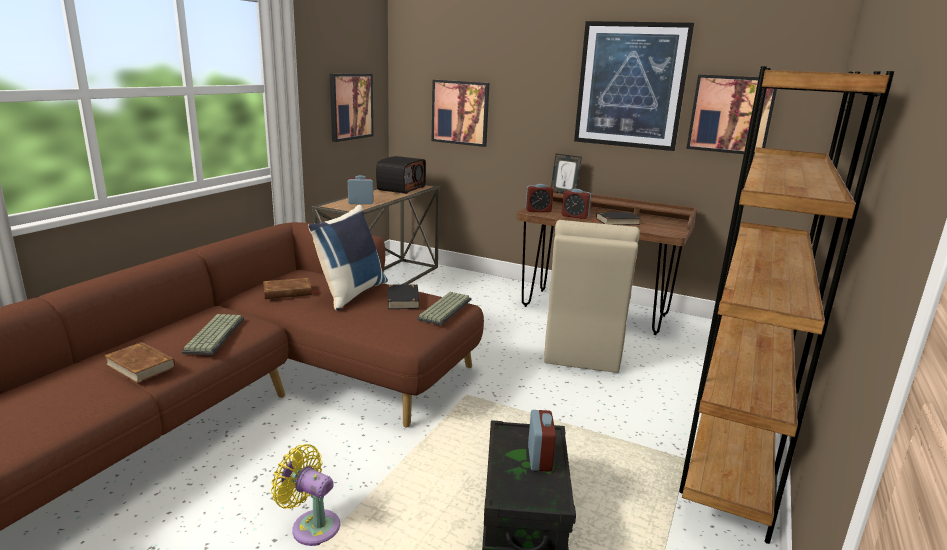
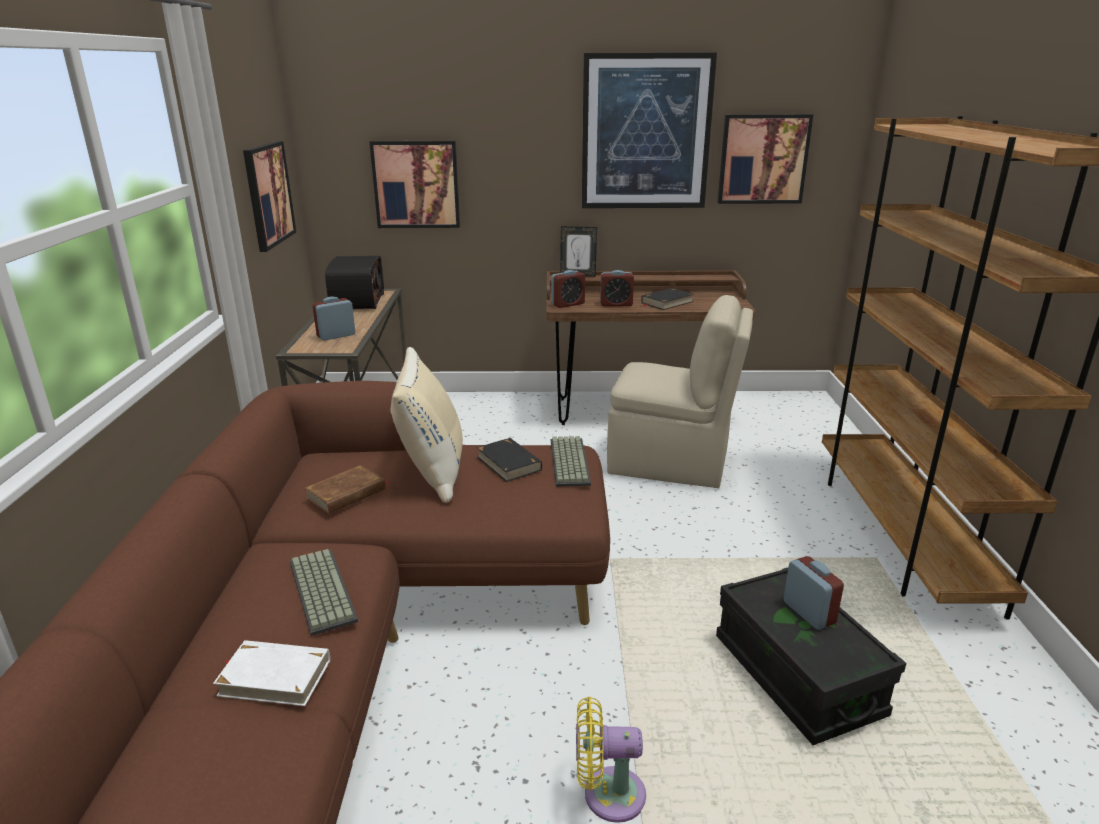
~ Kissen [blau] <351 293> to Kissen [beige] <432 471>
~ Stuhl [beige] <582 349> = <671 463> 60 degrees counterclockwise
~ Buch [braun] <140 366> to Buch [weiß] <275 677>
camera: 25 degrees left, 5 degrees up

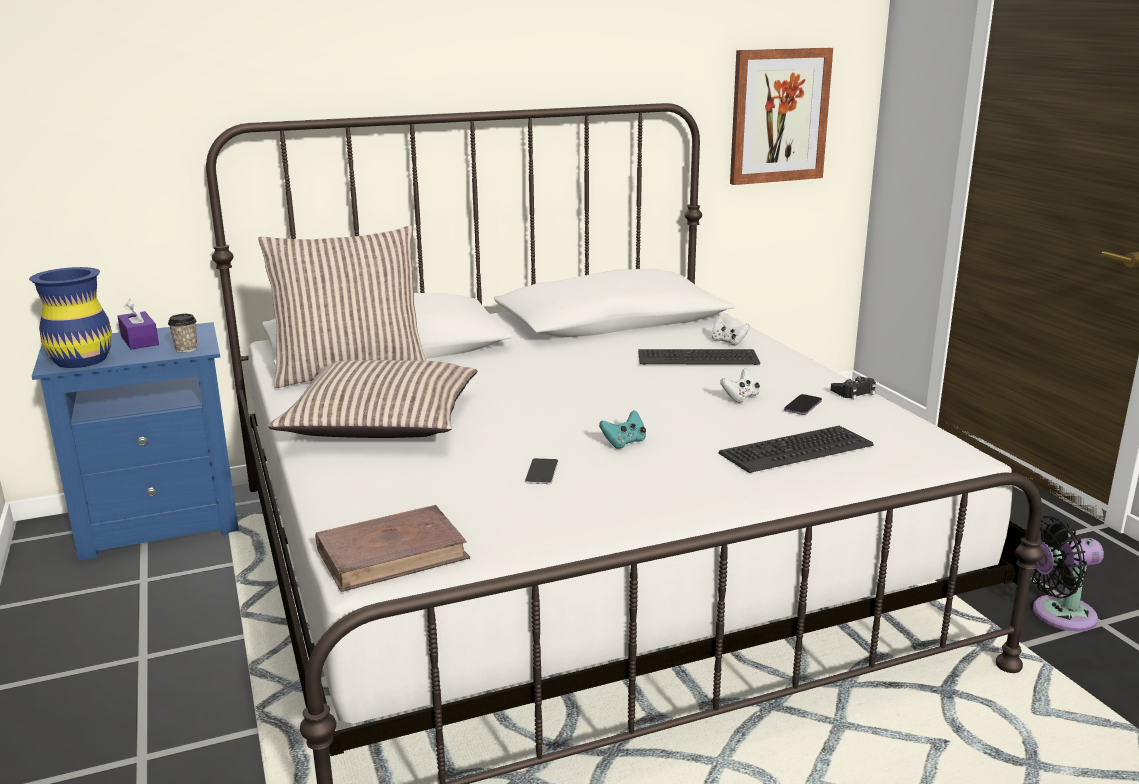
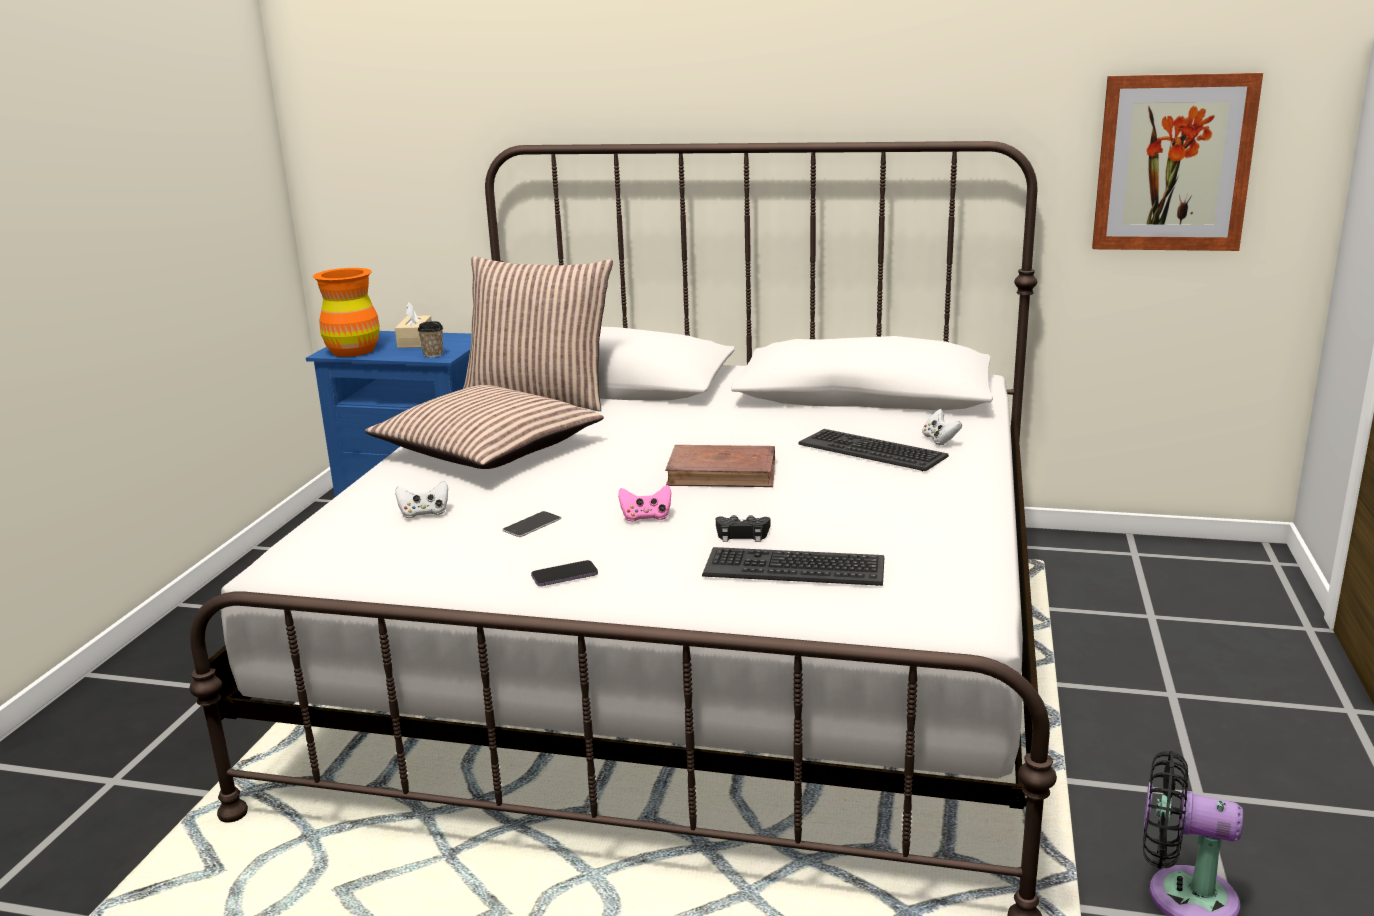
~ Vase [blau] <81 360> to Vase [orange] <353 351>
~ Taschentuchbox [lila] <139 340> to Taschentuchbox [beige] <415 341>
~ Gamepad [weiß] <740 397> to <424 513>
~ Gamepad [schwarz] <854 392> to <742 534>
~ Handy <802 406> to <564 576>
~ Gamepad [türkis] <624 442> to Gamepad [rosa] <646 517>
~ Buch [braun] <392 554> to <722 473>
camera: 35 degrees right, 0 degrees up

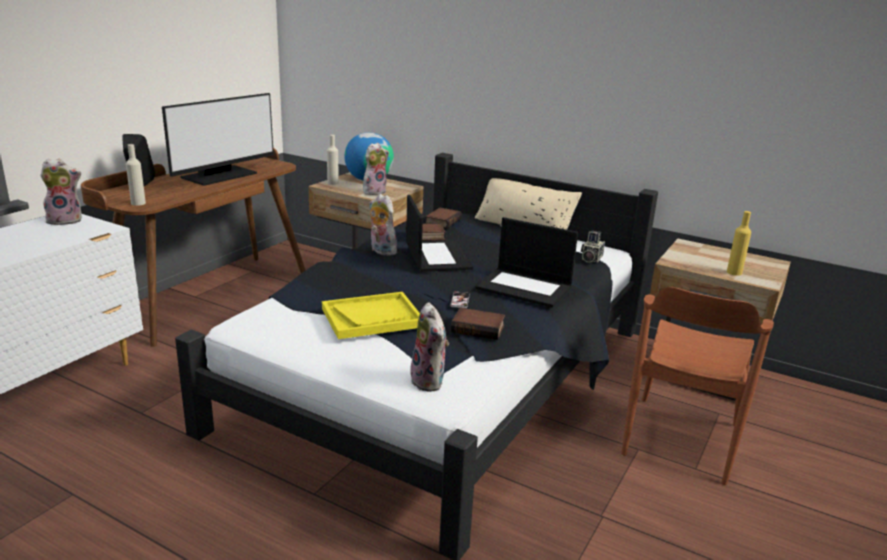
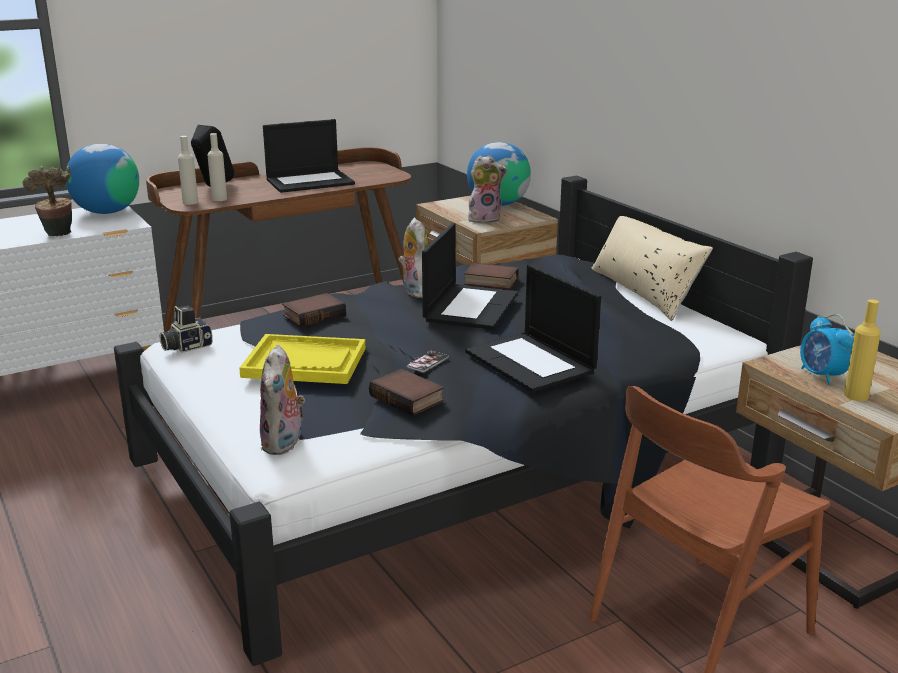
~ Monitor <220 176> to Laptop <310 181>
~ Flasche [beige] <333 183> to <219 199>
~ Plüschtier <66 220> to Globus <107 212>
~ Buch <442 221> to <314 315>
~ Kamera <590 258> to <186 346>
+ Topfpflanze <58 235>
+ Wecker <822 376>
camera: 30 degrees right, 0 degrees up

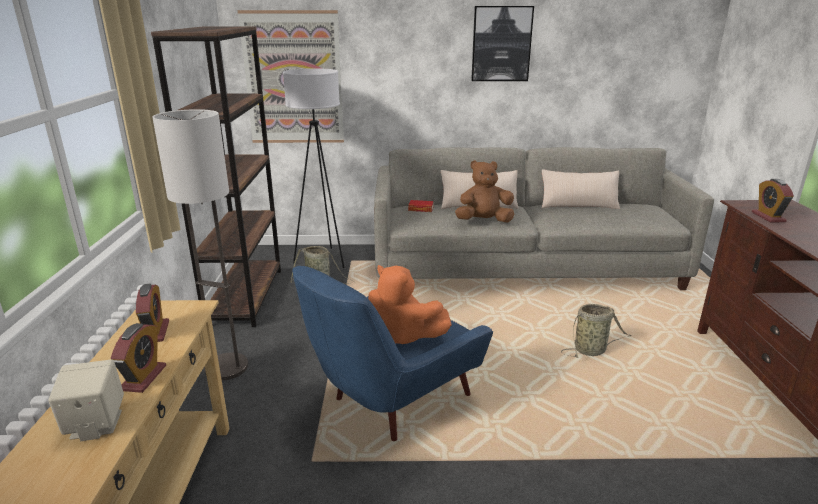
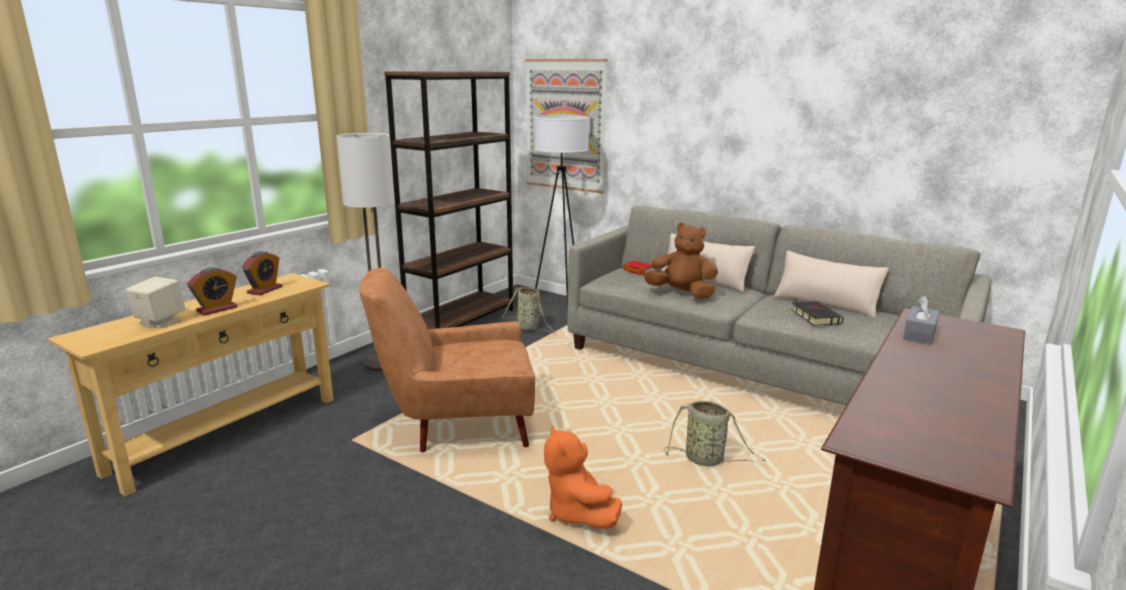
- Bild <501 44>
~ Wecker <768 217> to Taschentuchbox [grau] <919 334>
~ Plüschtier [orange] <404 336> to <577 513>
~ Sessel [blau] <391 402> to Sessel [braun] <459 427>
+ Buch [schwarz] <814 316>
camera: 35 degrees right, 5 degrees down

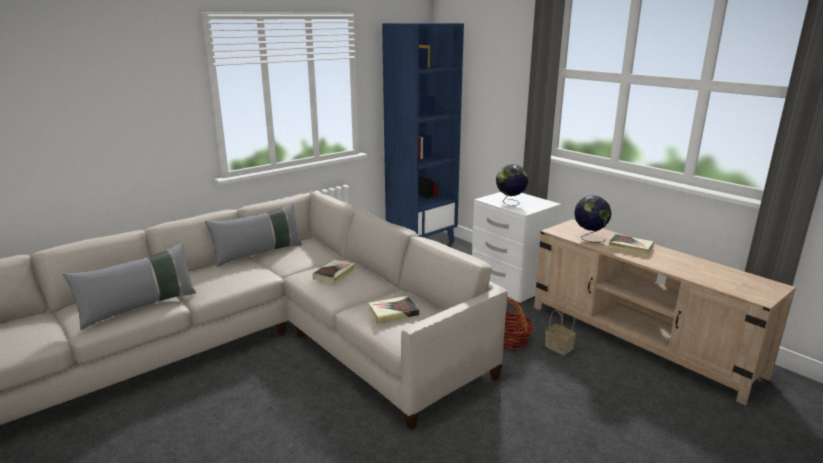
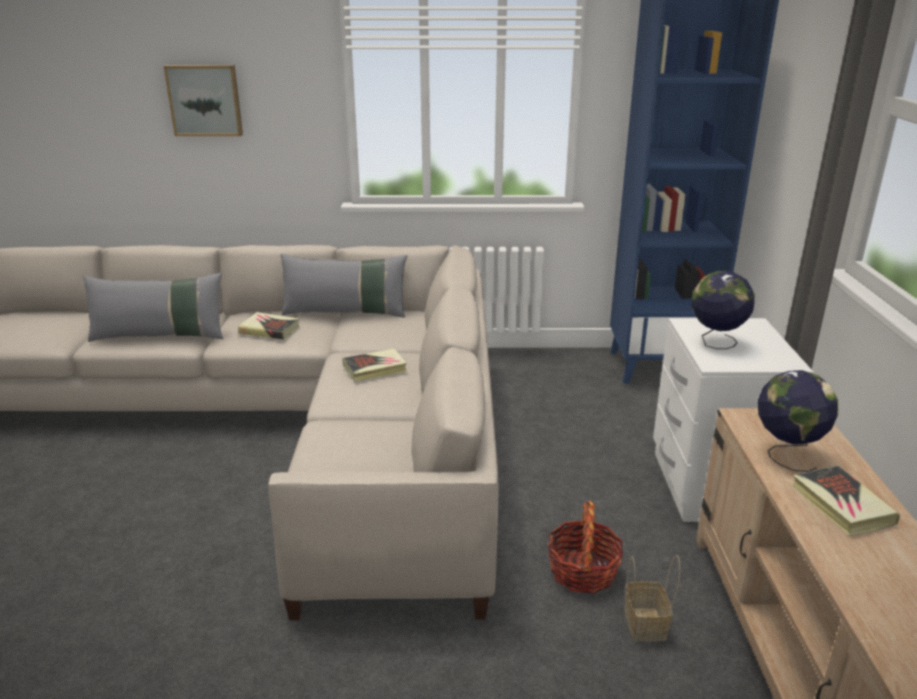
~ Buch <393 313> to <269 330>
+ Bild <205 100>
camera: 40 degrees right, 5 degrees up

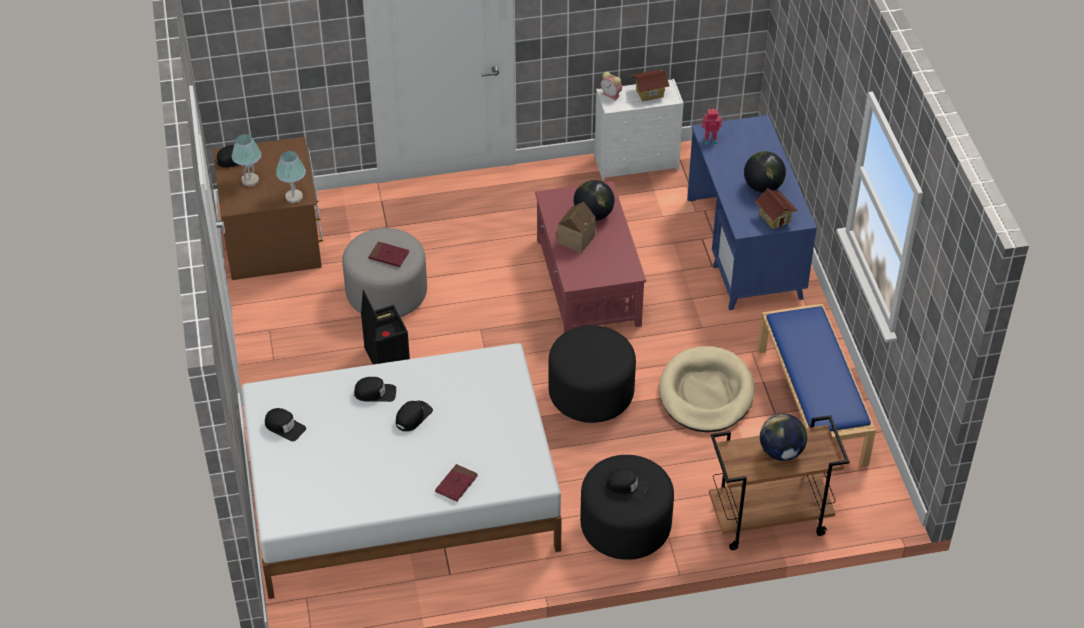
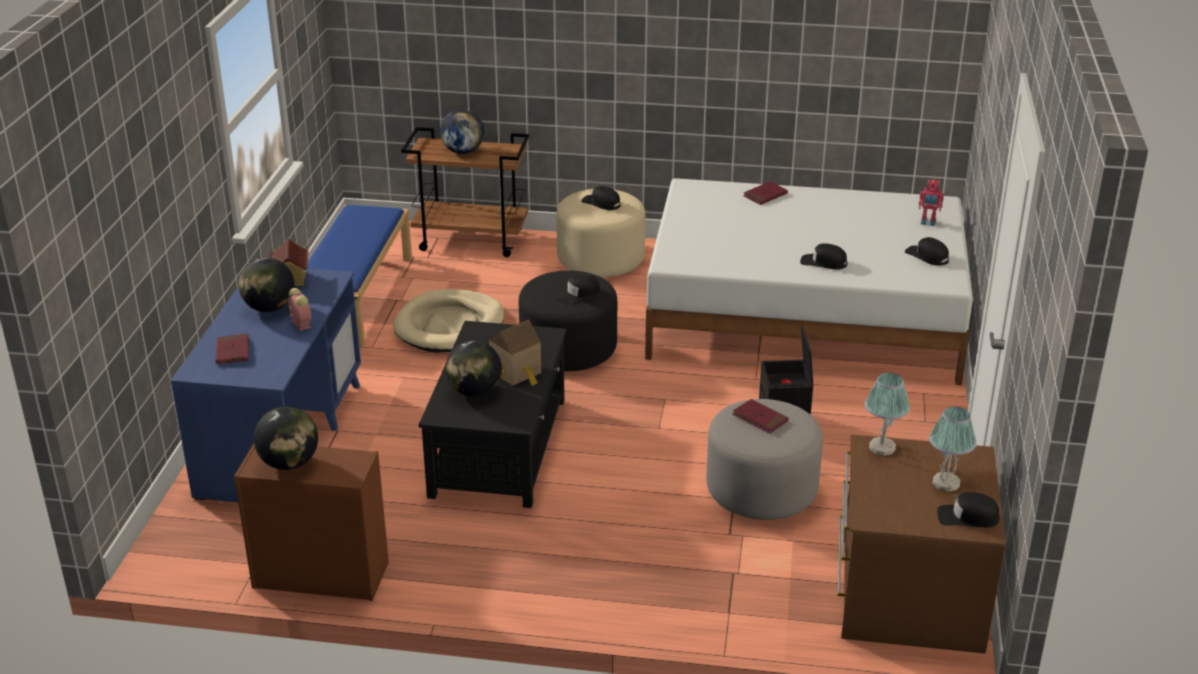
~ Spielzeughaus <649 93> to Globus <289 463>
~ Wecker <611 95> to <300 324>
~ Kommode [weiß] <637 163> to Kommode [braun] <319 575>
~ Spielzeugroboter <710 139> to <928 223>
~ Couchtisch [rot] <588 282> to Couchtisch [schwarz] <499 446>
~ Kappe [schwarz] <413 416> to <578 294>
~ Polsterhocker [schwarz] <625 526> to Polsterhocker [beige] <601 259>
+ Buch [rot] <233 351>
camera: 160 degrees left, 15 degrees down

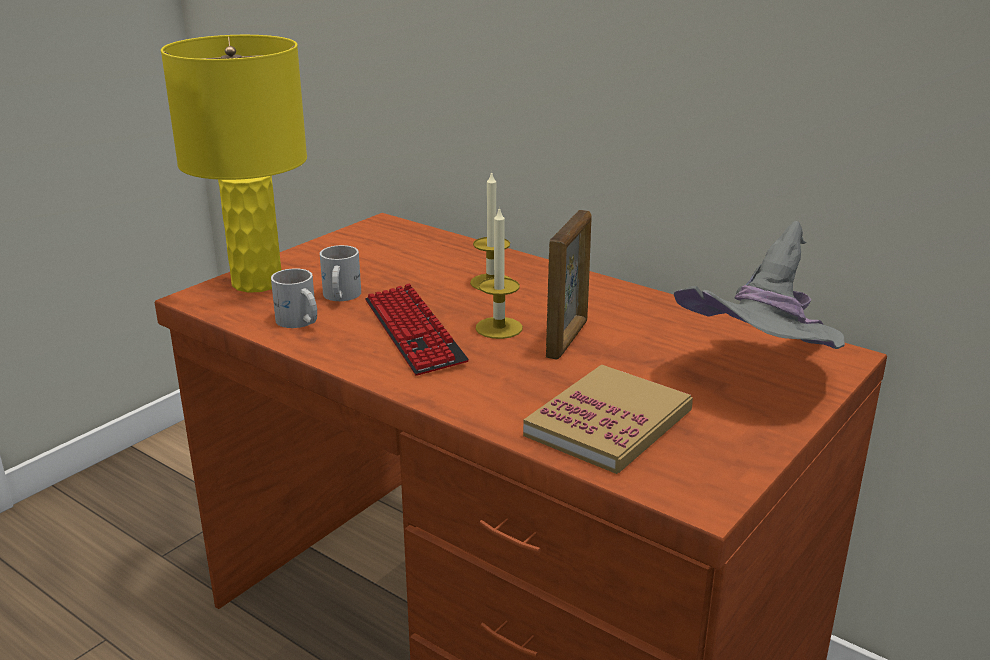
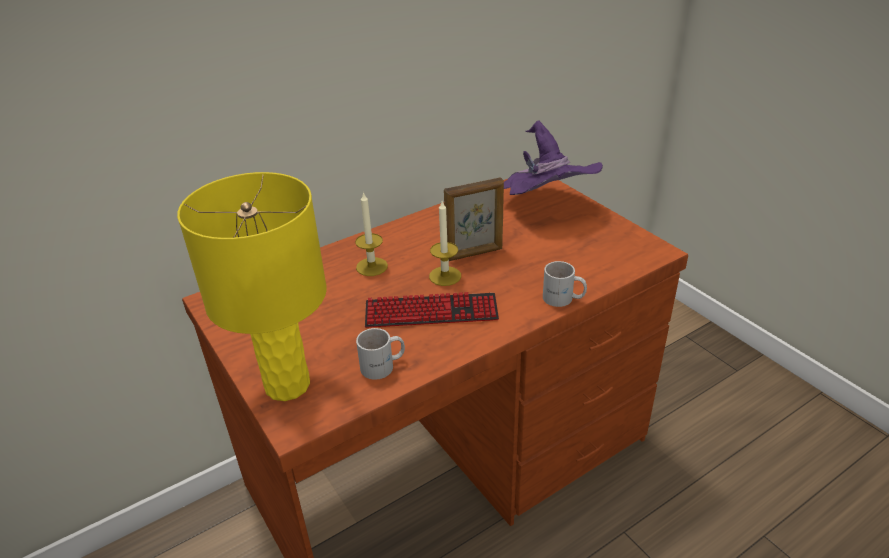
~ Bilderrahmen <567 339> = <474 253> 120 degrees clockwise
~ Hut [grau] <760 376> to Hut [lila] <546 205>
~ Henkelbecher [weiß] <339 296> to <563 299>
- Buch <609 423>
camera: 70 degrees left, 10 degrees up

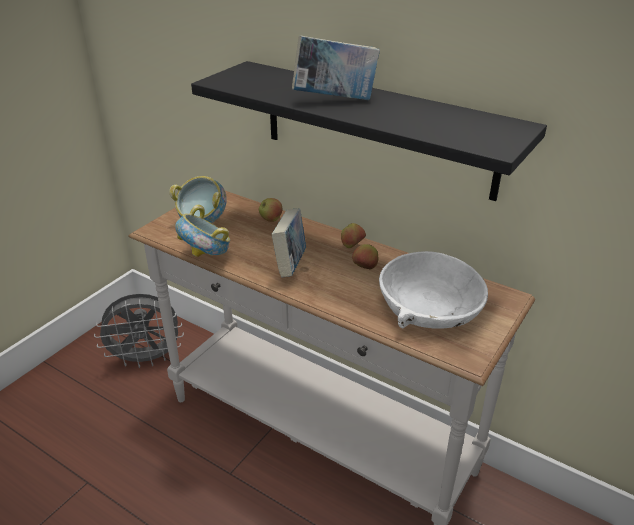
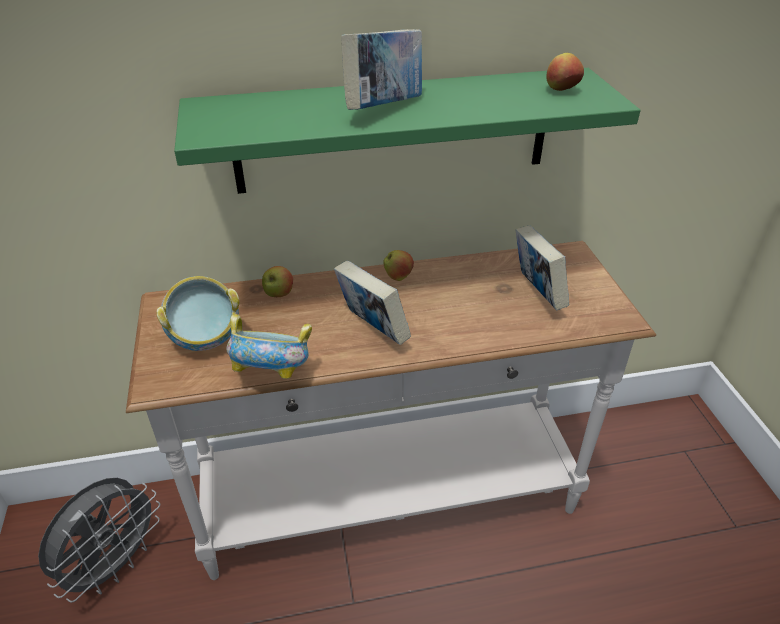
~ Wandregal [schwarz] <376 128> to Wandregal [grün] <393 131>
~ Apfel <365 268> to <561 90>
~ Schüssel [weiß] <430 305> to Buch <536 293>
camera: 45 degrees left, 5 degrees up

